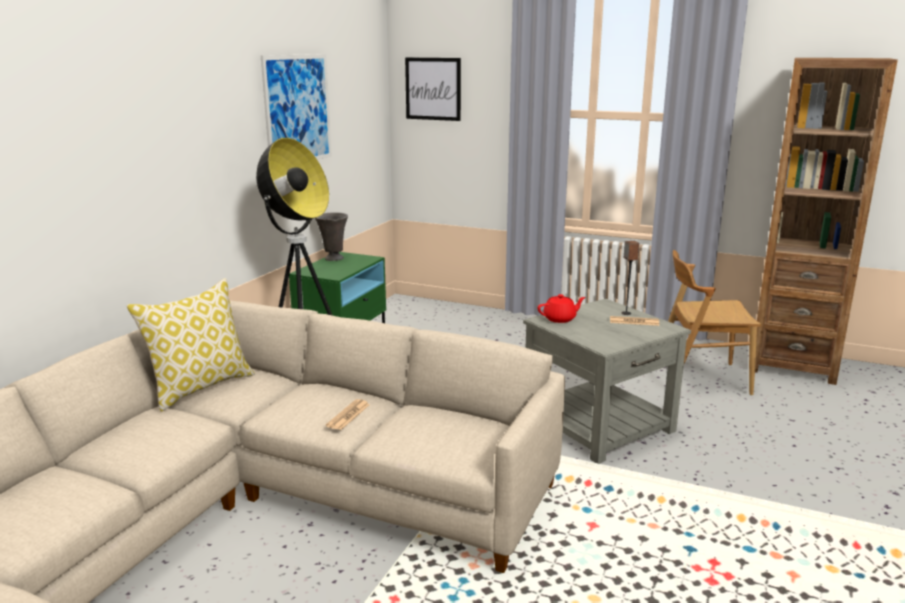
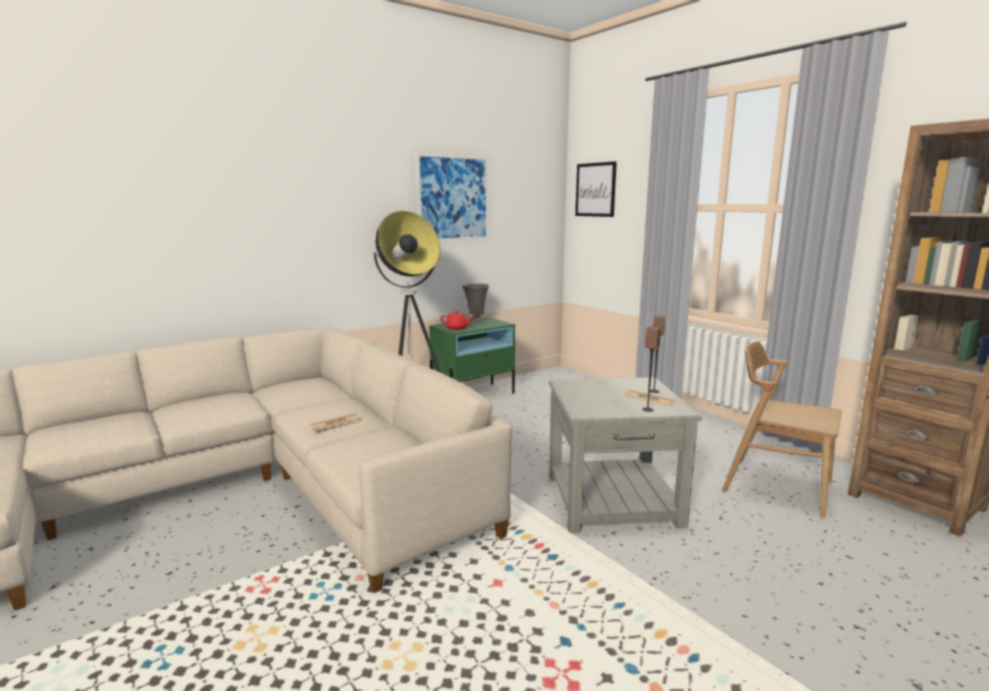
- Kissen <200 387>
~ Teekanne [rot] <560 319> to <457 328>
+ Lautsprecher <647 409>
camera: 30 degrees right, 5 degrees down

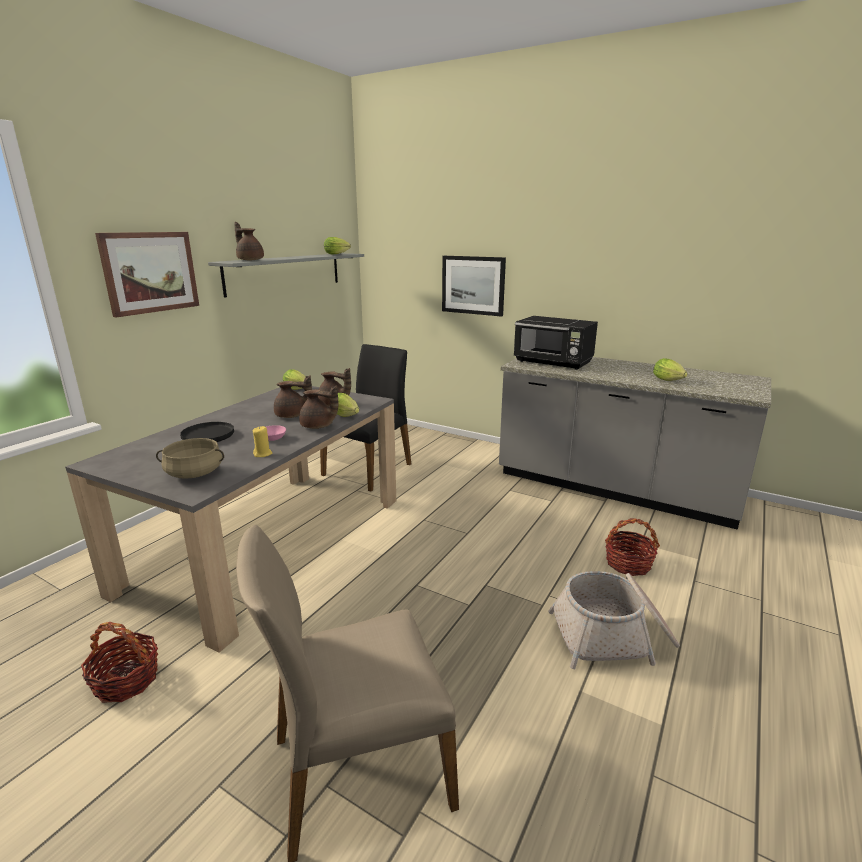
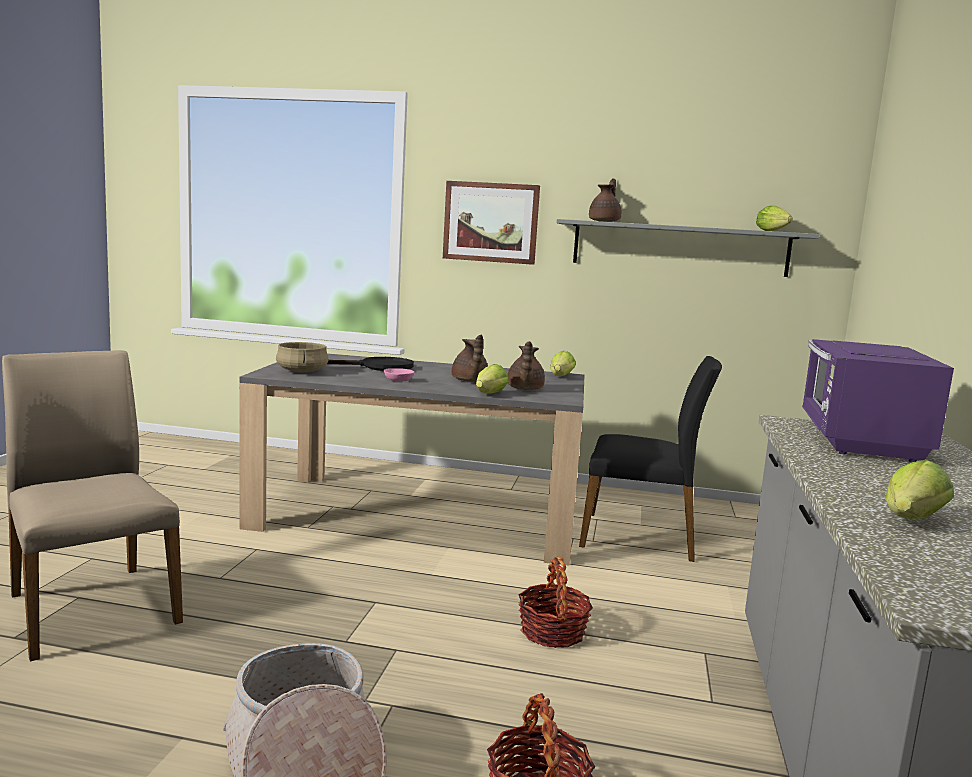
- Bild <473 285>
~ Mikrowelle [schwarz] <553 363> to Mikrowelle [lila] <859 441>
- Teekanne [braun] <318 426>
- Kerze [gelb] <263 454>
~ Korb <126 680> to <552 632>
camera: 70 degrees right, 10 degrees down

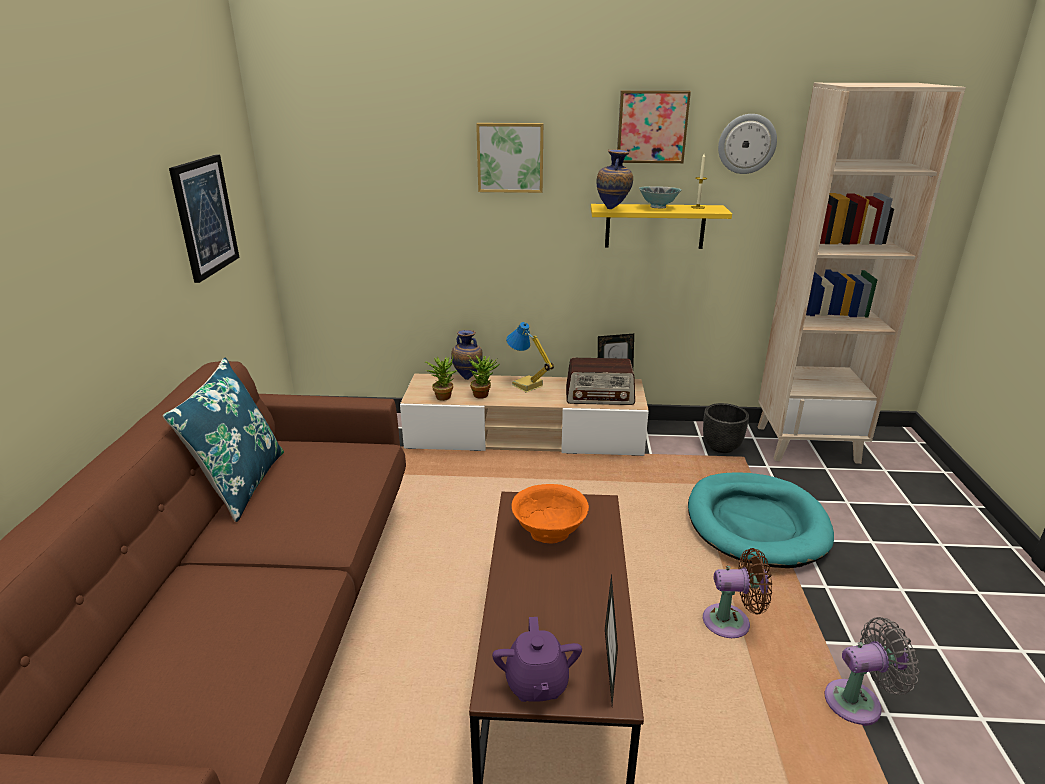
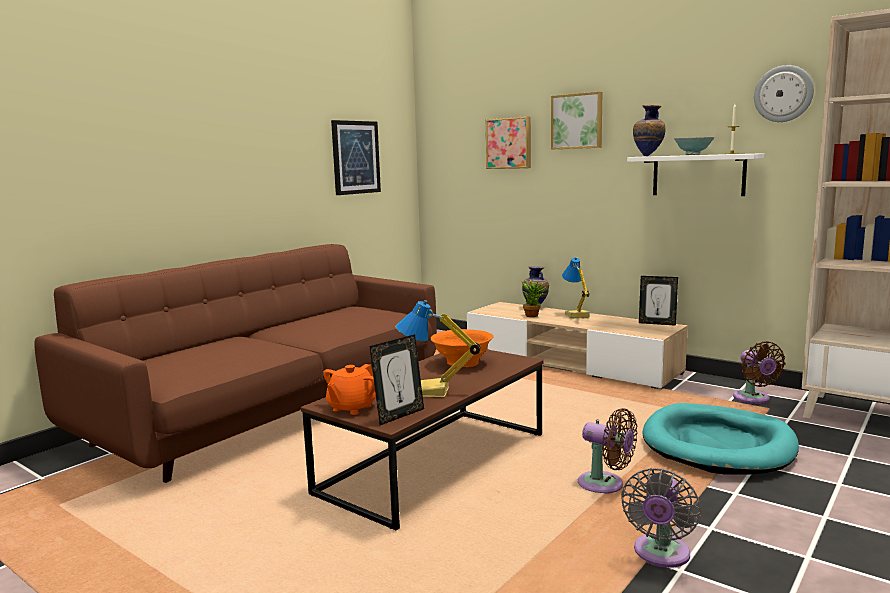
~ Bild <652 126> to <509 143>
~ Wandregal [gelb] <655 226> to Wandregal [weiß] <698 175>
- Topfpflanze <442 396>
- Kissen [blau] <241 484>
- Radio <600 396>
~ Pflanzkübel [schwarz] <721 446> to Ventilator [braun] <753 399>
~ Teekanne [lila] <536 684> to Teekanne [orange] <351 408>
~ Ventilator [grau] <858 702> = <660 555> 90 degrees clockwise
+ Tischlampe <431 392>
camera: 35 degrees right, 15 degrees down

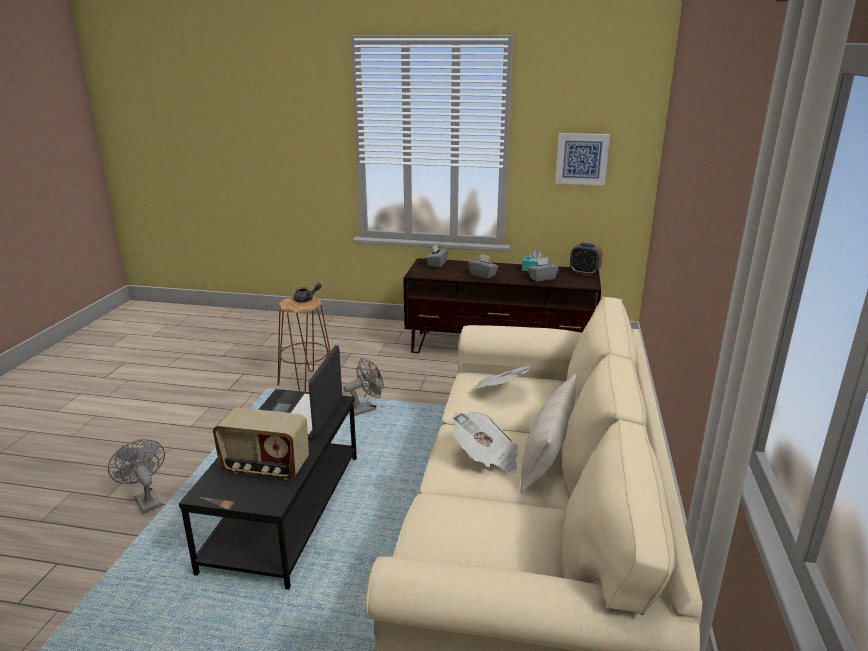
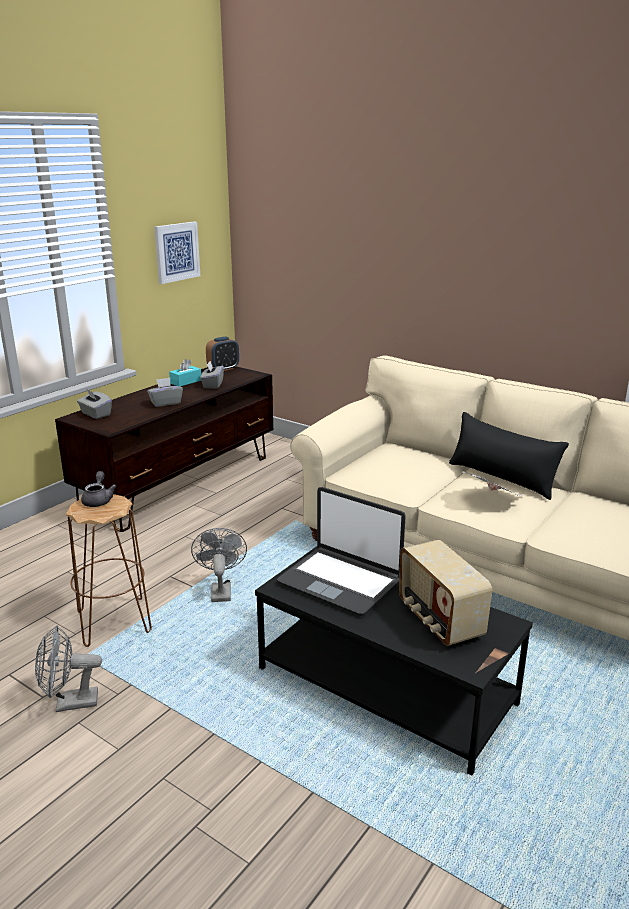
- Zeitung <499 391>
~ Kissen [beige] <547 456> to Kissen [schwarz] <502 478>
~ Radio <265 468> = <438 620> 120 degrees clockwise
~ Ventilator [grau] <145 500> to <69 703>
camera: 65 degrees left, 0 degrees up

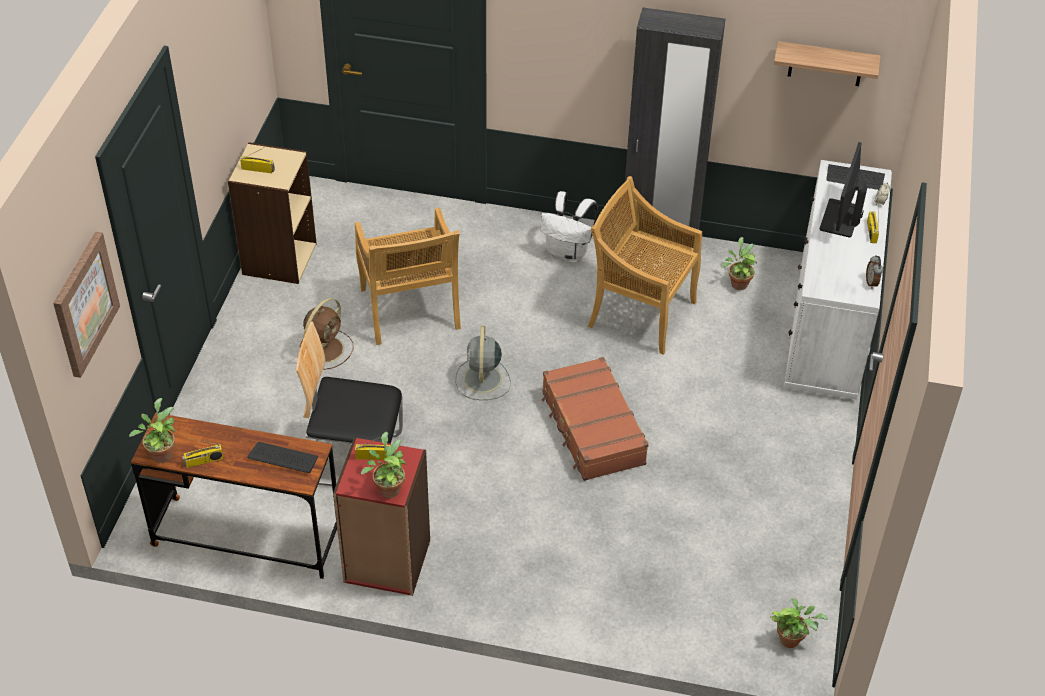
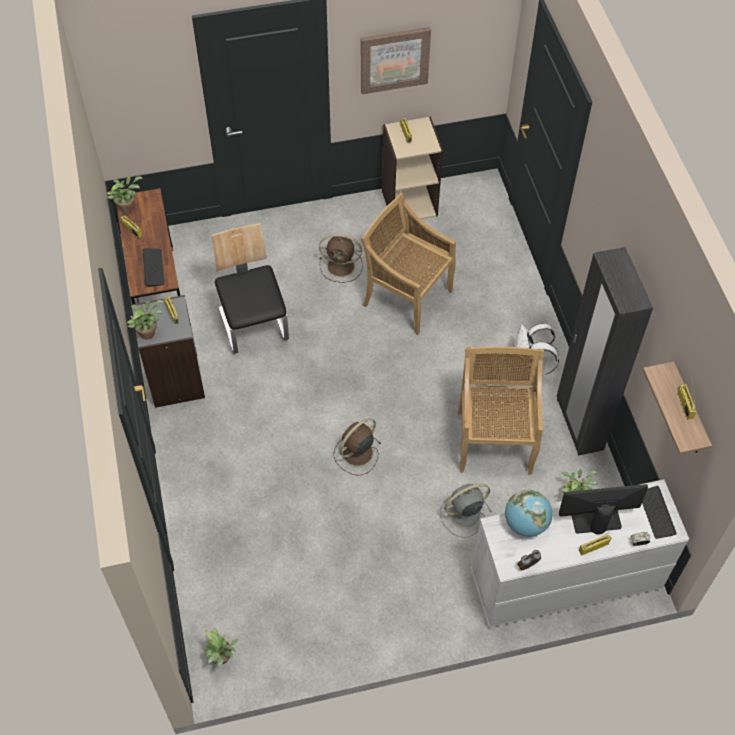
~ Stuhl [beige] <410 310> = <406 297> 75 degrees clockwise
~ Bild <84 304> to <394 59>
~ Ventilator [grau] <482 380> to <463 514>
~ Koffer [braun] <592 429> to Ventilator [braun] <356 454>
~ Bücherregal [rot] <386 562> to Bücherregal [grau] <175 381>
+ Radio <684 404>
+ Globus <525 524>
camera: 65 degrees right, 10 degrees up

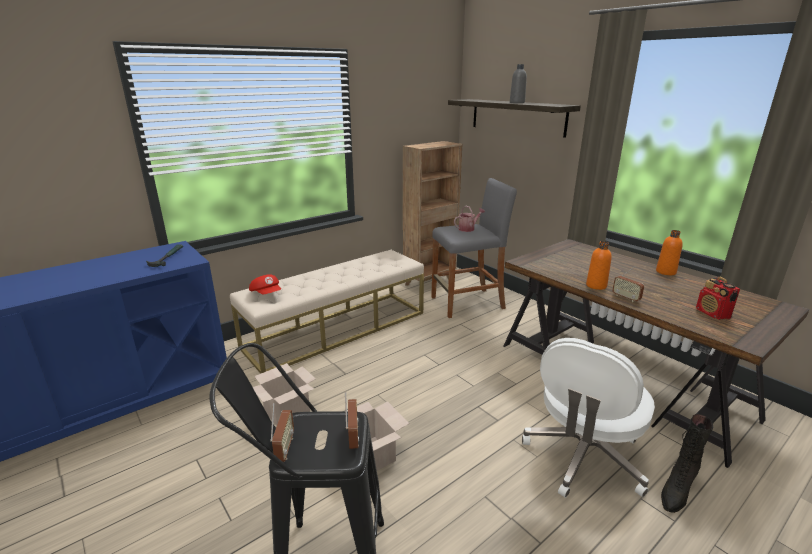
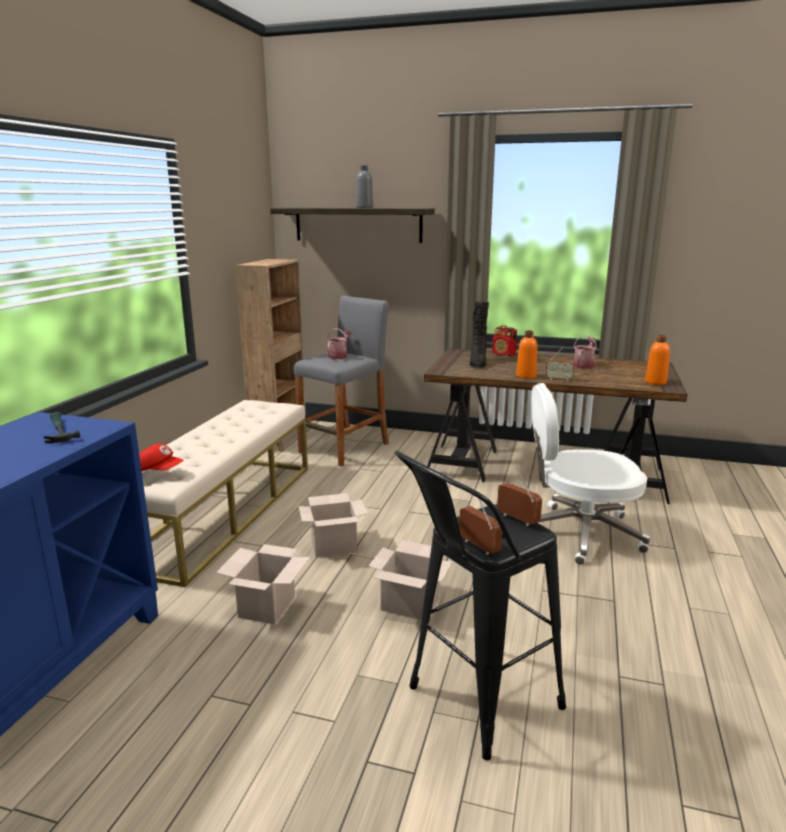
~ Flasche [orange] <665 272> to <655 382>
~ Radio <713 314> to <503 354>
~ Bürostuhl [weiß] <583 457> = <579 533> 90 degrees clockwise
~ Stiefel [schwarz] <677 491> to <478 363>
+ Gießkanne <584 365>
+ Karton <335 545>
camera: 35 degrees left, 5 degrees down

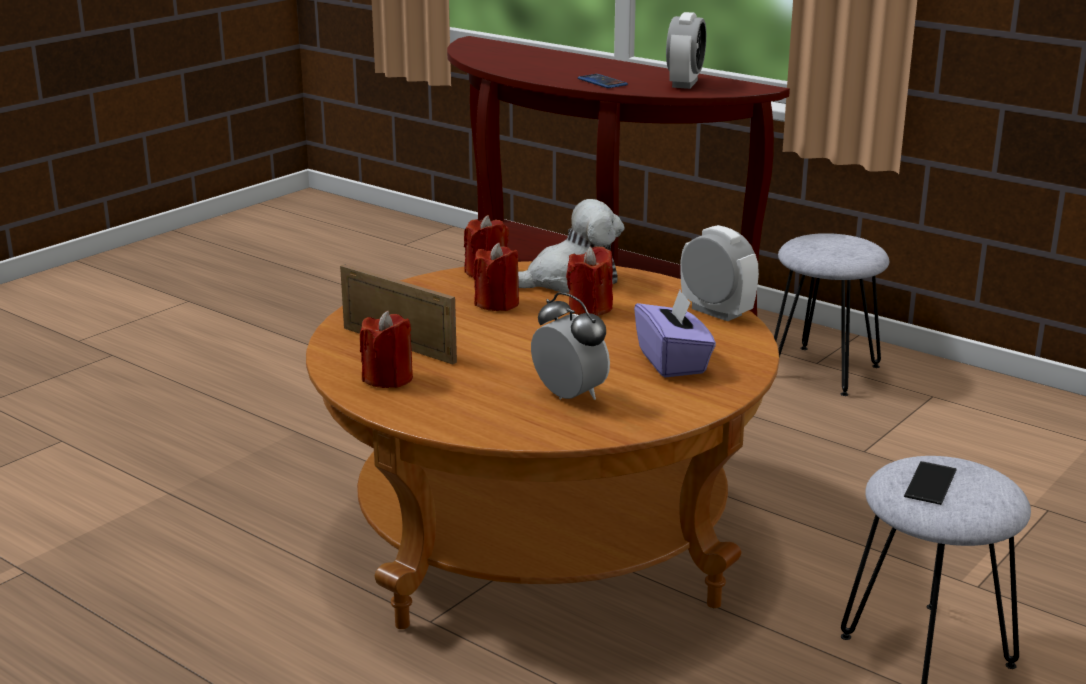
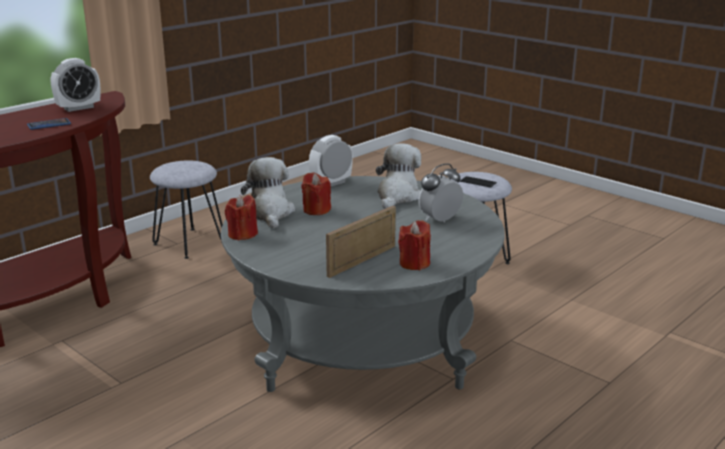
~ Wecker <684 84> = <79 108> 120 degrees clockwise
- Kerze [rot] <497 304>
~ Couchtisch [braun] <541 534> to Couchtisch [grau] <362 340>
~ Taschentuchbox [lila] <673 362> to Plüschtier <397 196>
camera: 85 degrees left, 0 degrees up

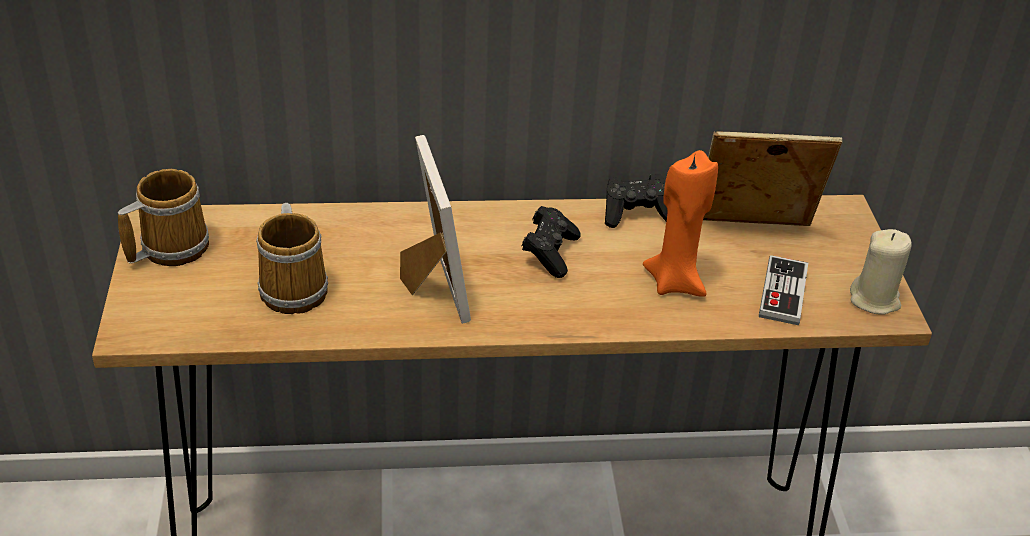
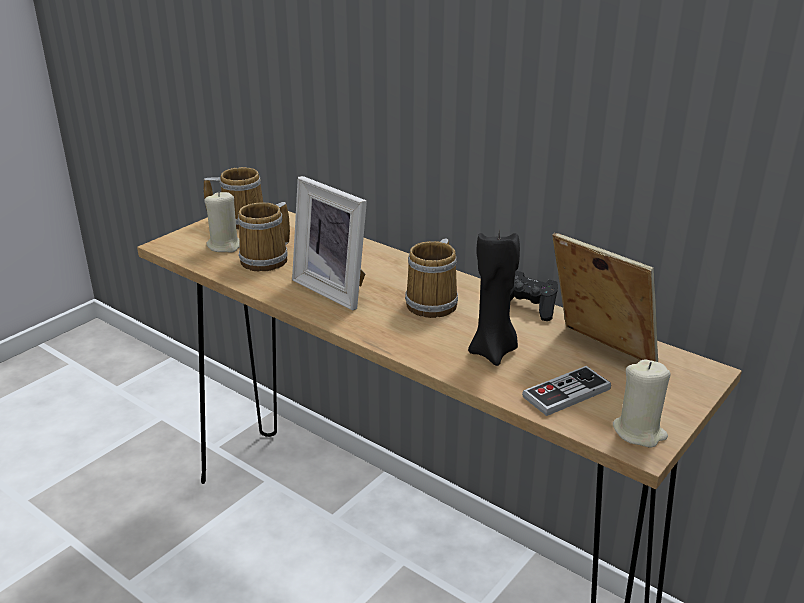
~ Bilderrahmen <430 287> = <336 288> 105 degrees clockwise
~ Kerze [orange] <675 282> to Kerze [schwarz] <493 352>
~ Gamepad [schwarz] <550 253> to Henkelbecher <434 303>
+ Kerze [beige] <225 246>
camera: 45 degrees right, 10 degrees down

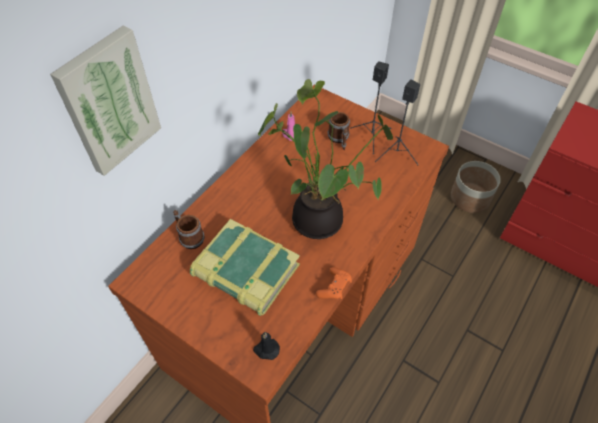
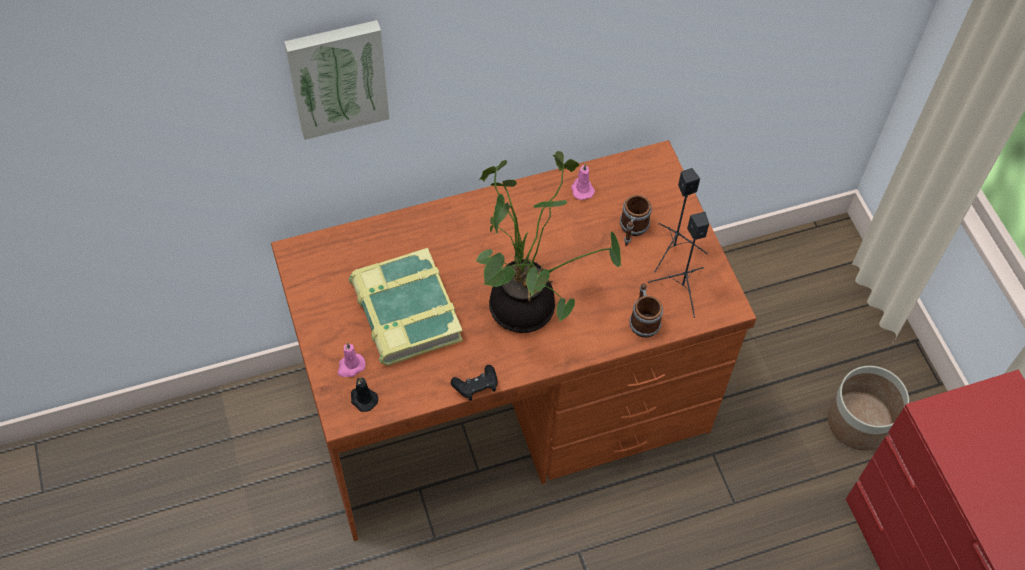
~ Henkelbecher <189 237> to <643 320>
~ Gamepad [orange] <334 288> to Gamepad [schwarz] <476 387>
+ Kerze [rosa] <350 366>
camera: 35 degrees right, 5 degrees up

